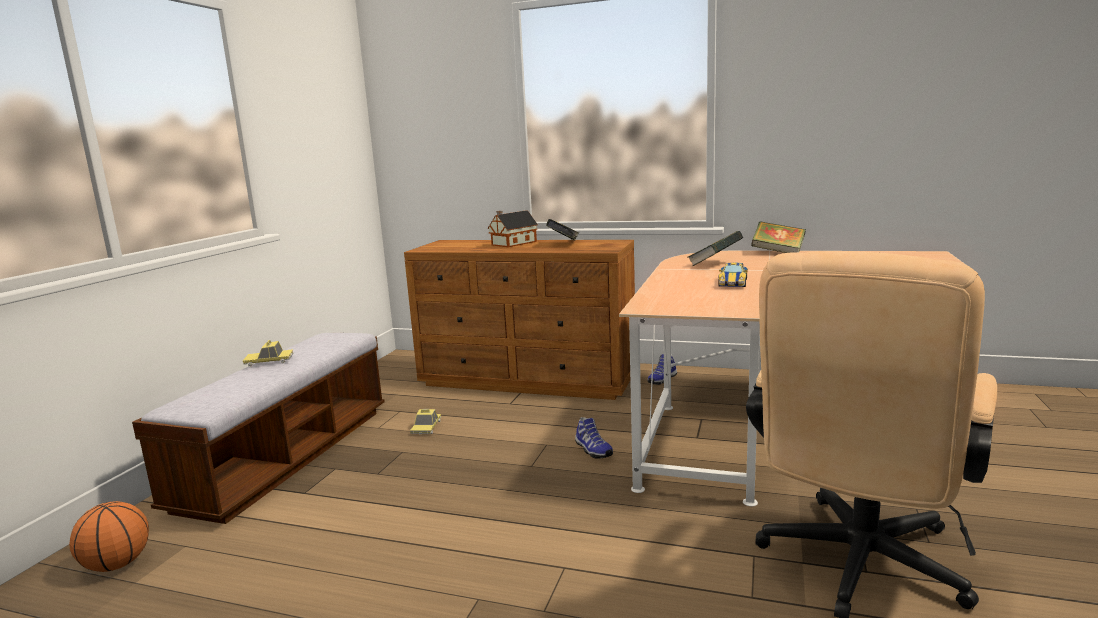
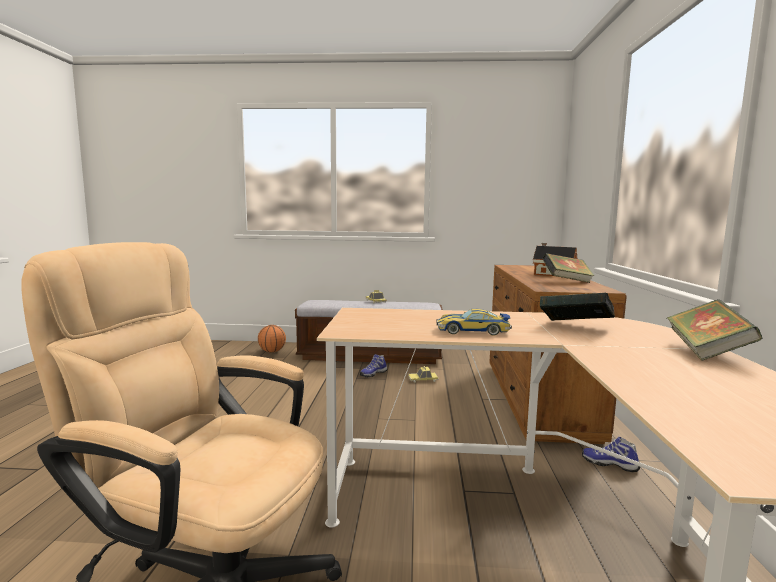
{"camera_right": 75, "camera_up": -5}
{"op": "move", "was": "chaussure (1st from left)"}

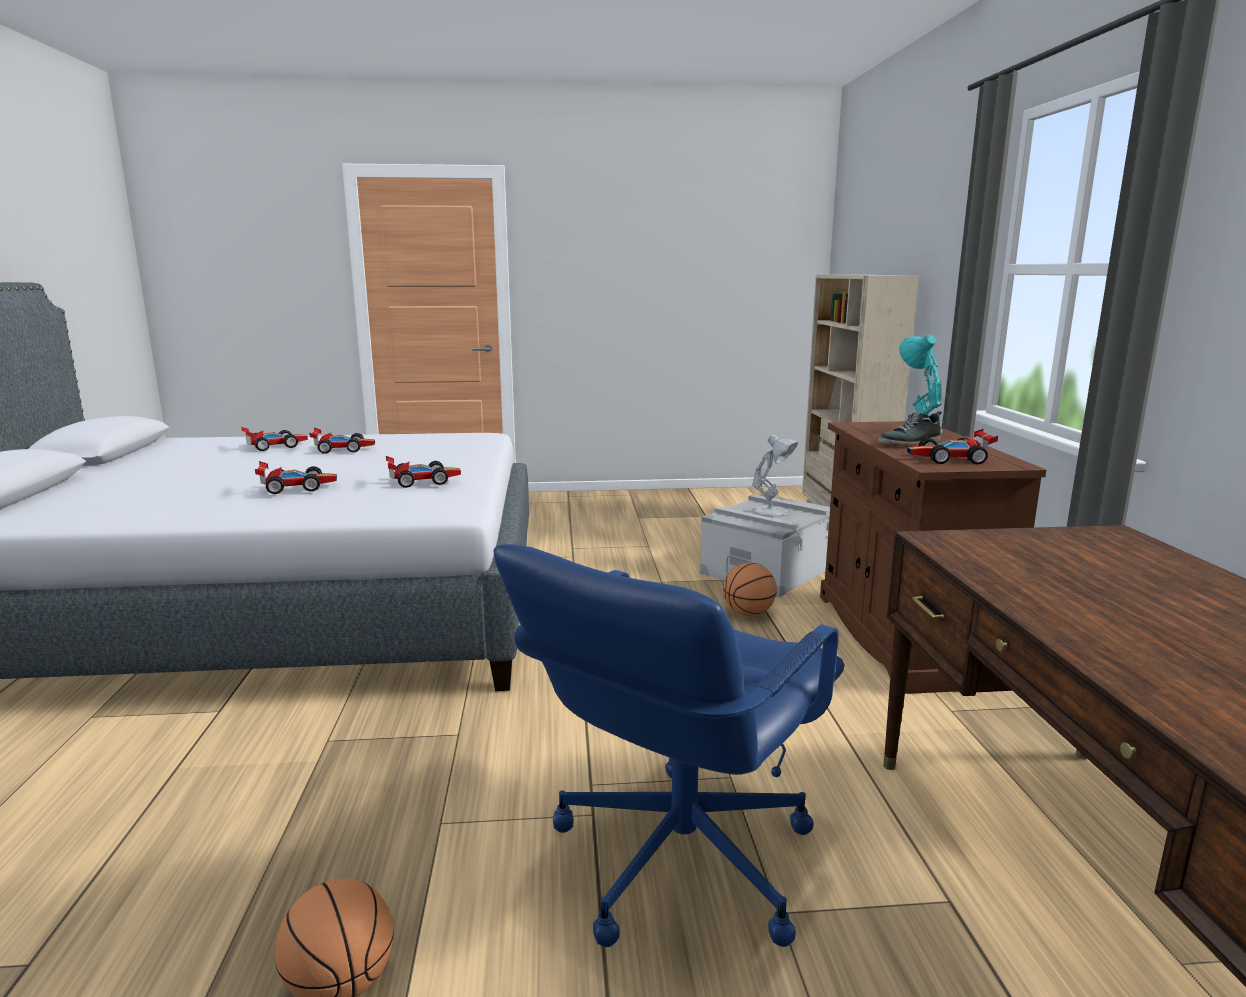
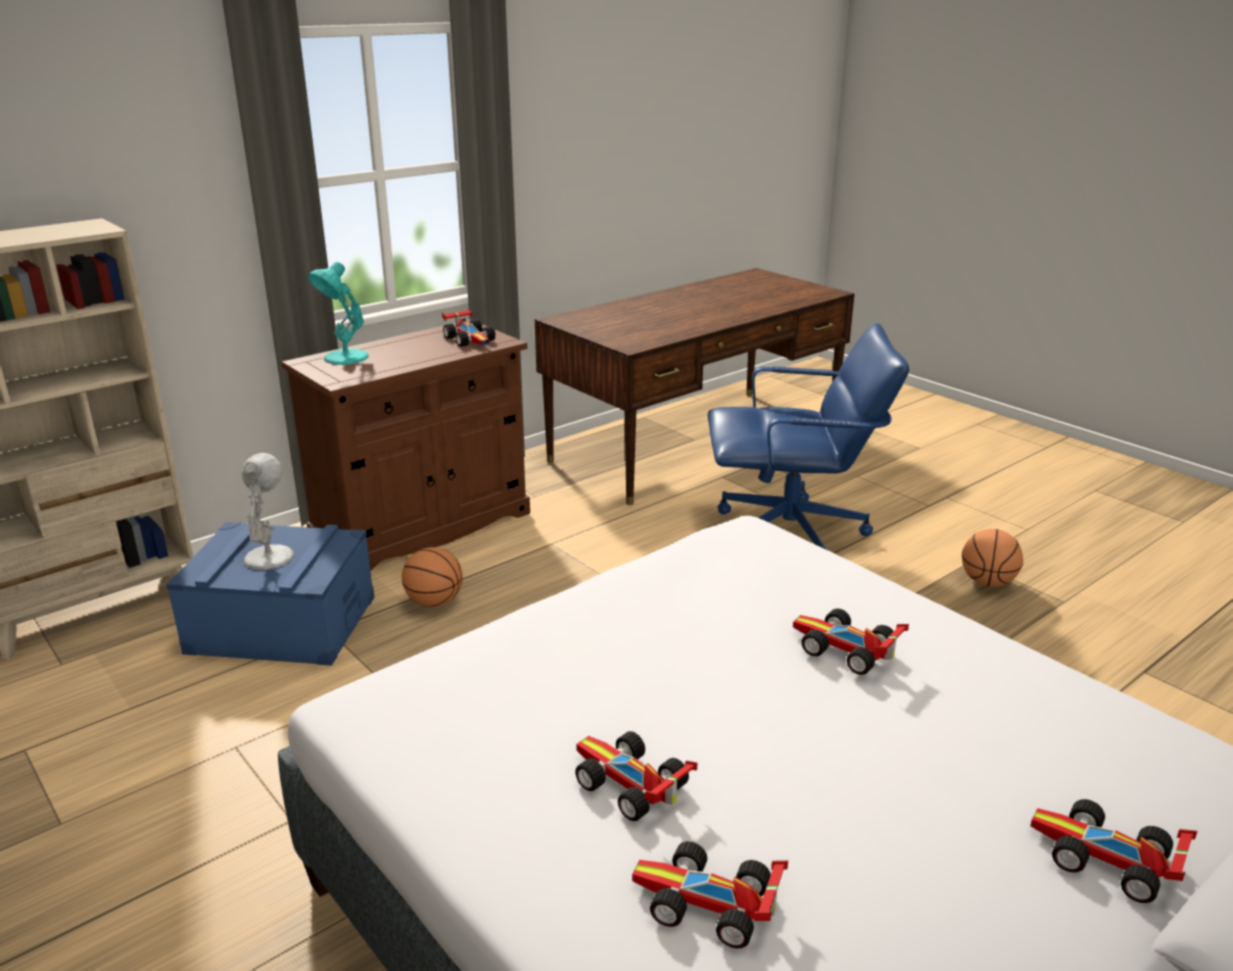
{"camera_right": -125, "camera_up": 10}
{"op": "delete", "was": "chaussure"}
{"op": "move", "was": "petite voiture (4th from left in the first image)", "now": "petite voiture (5th from left)"}
{"op": "recolor", "was": "boîte de rangement/gris", "now": "boîte de rangement/bleu"}

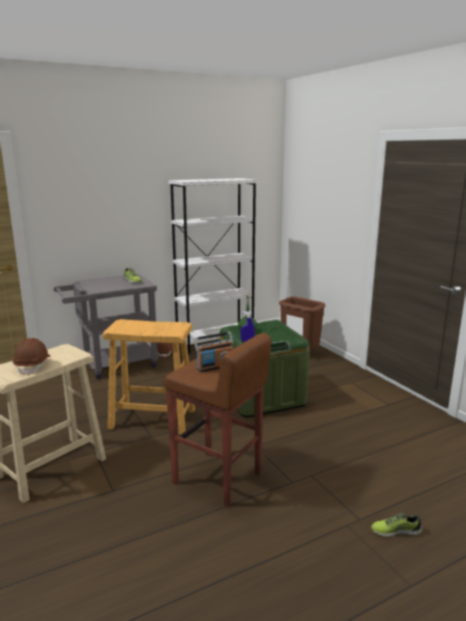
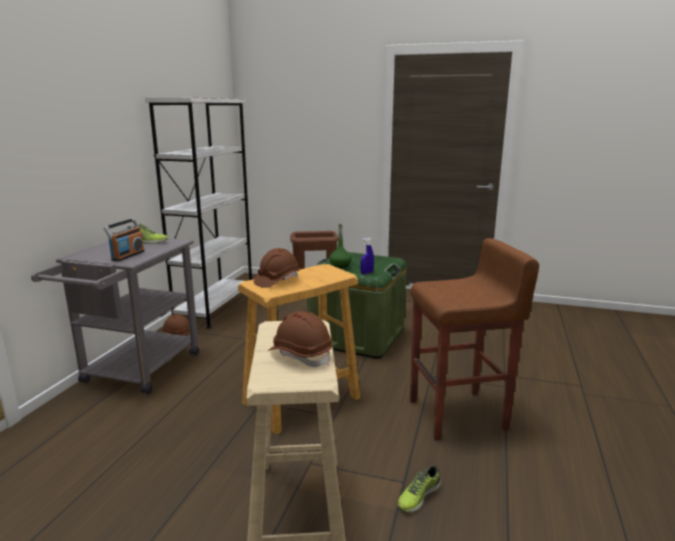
{"camera_right": -45, "camera_up": 0}
{"op": "move", "was": "radio"}
{"op": "move", "was": "chaussure (2nd from left)"}
{"op": "insert", "now": "casque de chantier/marron (2nd from left)"}

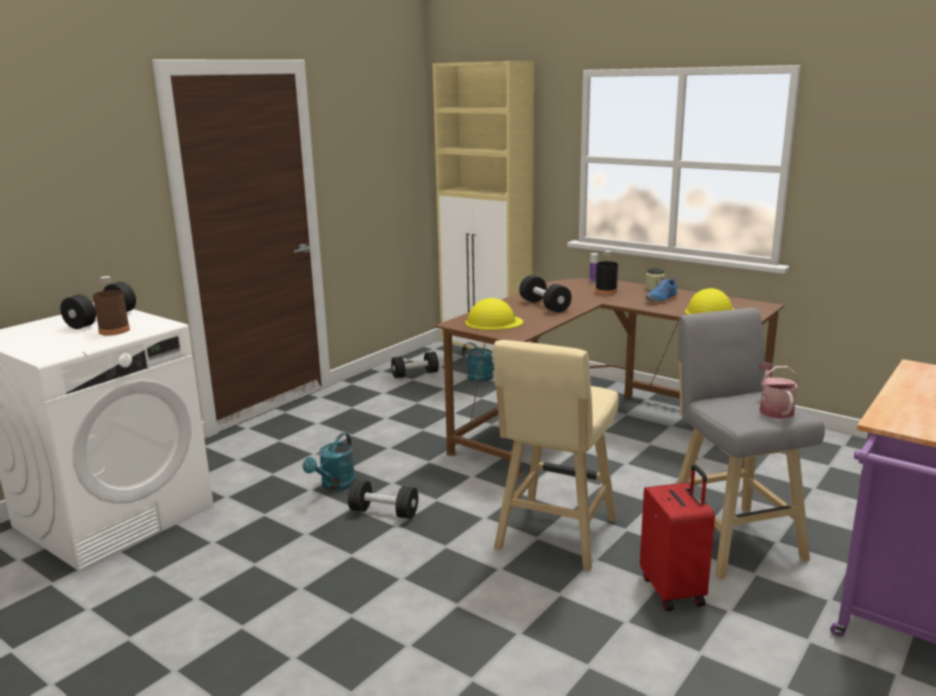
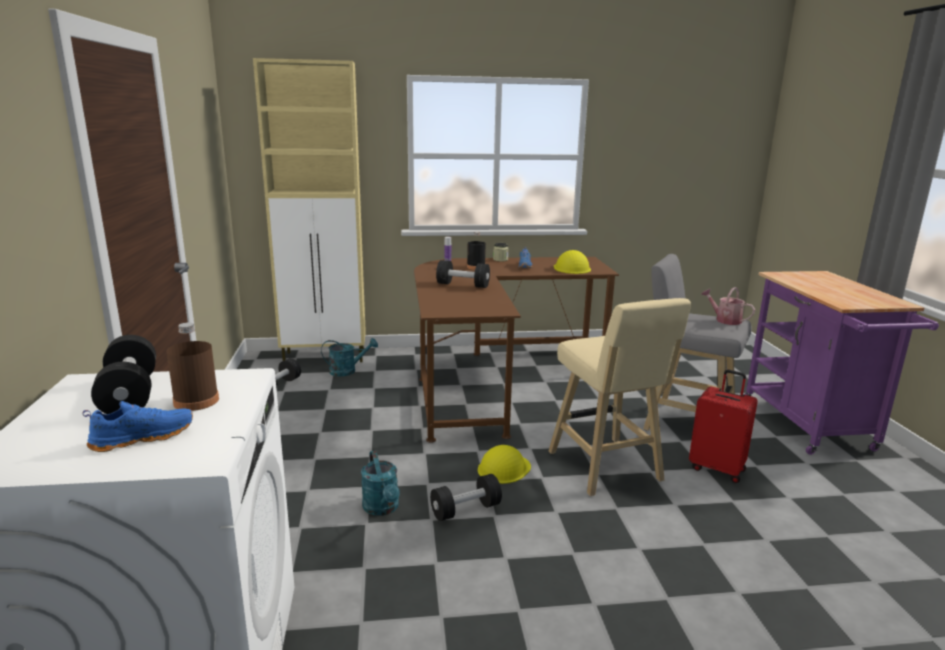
{"camera_right": -45, "camera_up": 0}
{"op": "move", "was": "casque de chantier/jaune (1st from left)"}
{"op": "insert", "now": "chaussure/bleu (1st from left)"}

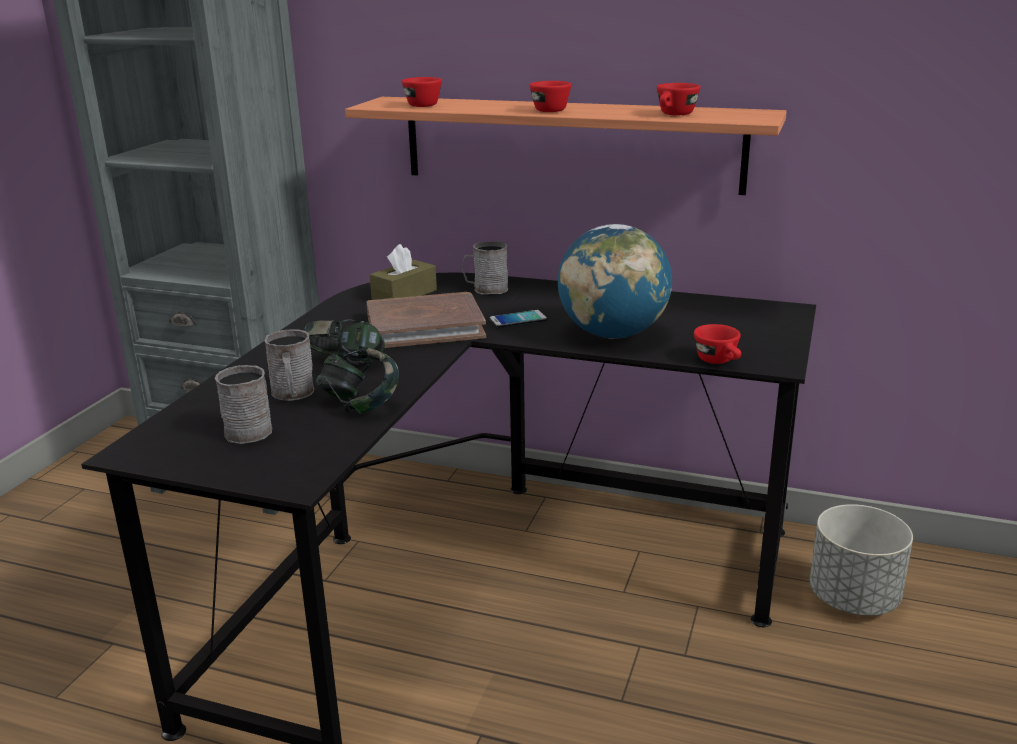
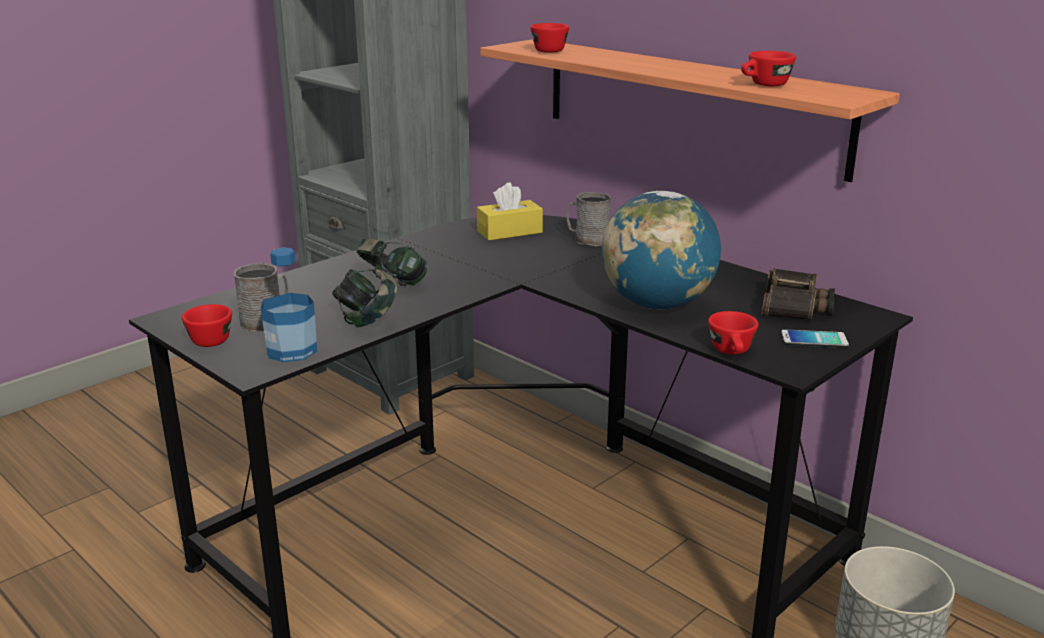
{"camera_right": 25, "camera_up": 0}
{"op": "move", "was": "tasse/rouge (2nd from left in the first image)", "now": "tasse/rouge (1st from left)"}
{"op": "recolor", "was": "boîte à mouchoirs/marron", "now": "boîte à mouchoirs/jaune"}
{"op": "delete", "was": "livre/marron"}
{"op": "move", "was": "téléphone"}
{"op": "delete", "was": "mug/gris (2nd from left)"}
{"op": "insert", "now": "bouteille"}
{"op": "insert", "now": "jumelles"}

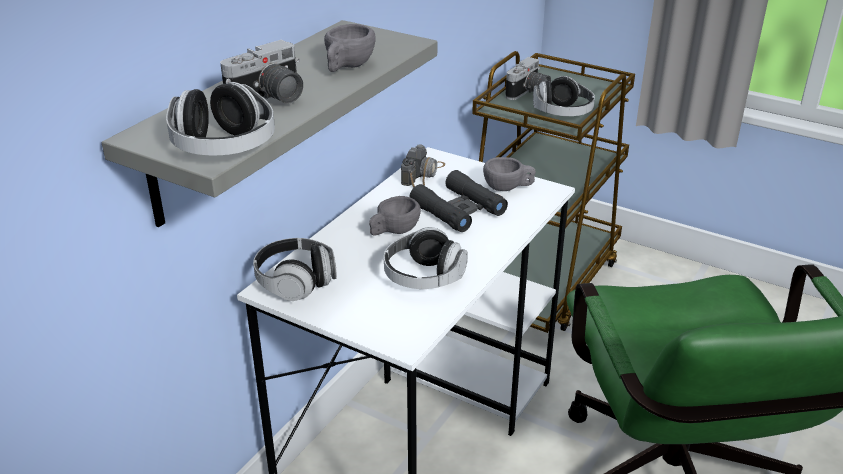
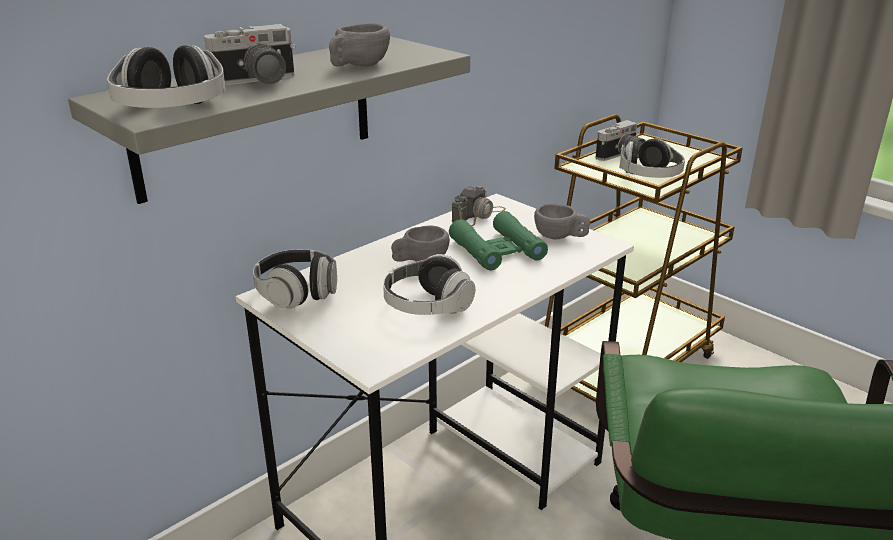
{"camera_right": 15, "camera_up": -5}
{"op": "recolor", "was": "jumelles/noir", "now": "jumelles/vert"}

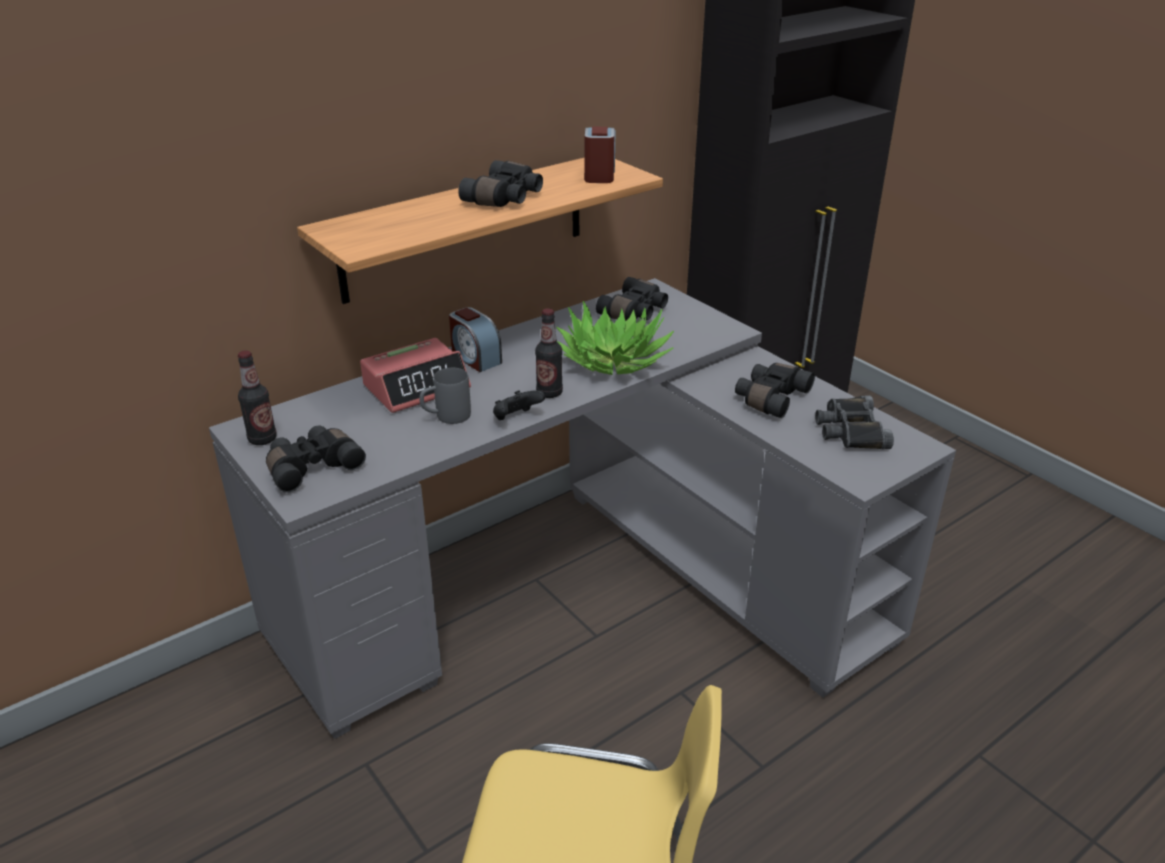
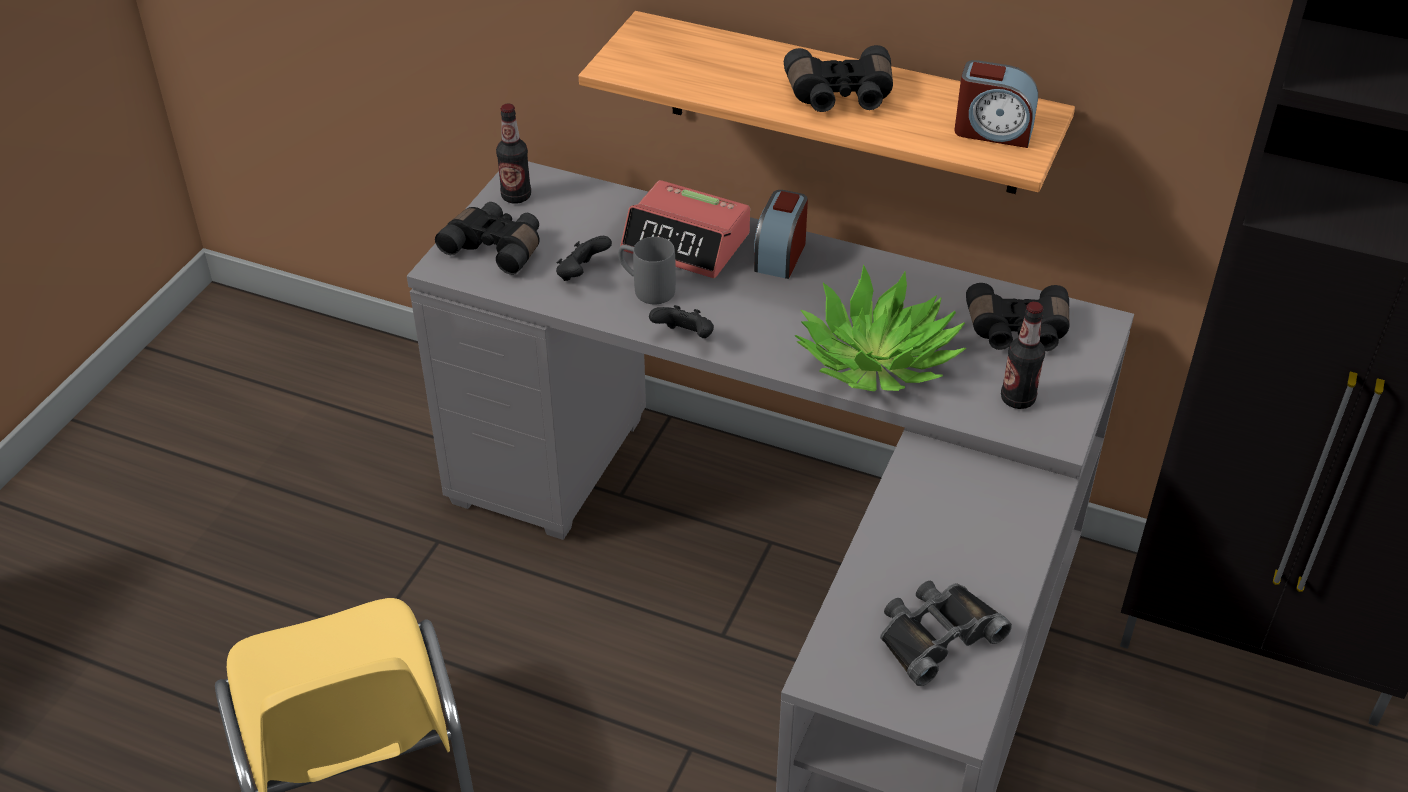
{"camera_right": 60, "camera_up": 10}
{"op": "rotate", "was": "réveil (3rd from left)", "clockwise": 45}
{"op": "move", "was": "bouteille (2nd from left)"}
{"op": "delete", "was": "jumelles/noir (4th from left)"}
{"op": "insert", "now": "manette/noir (1st from left)"}

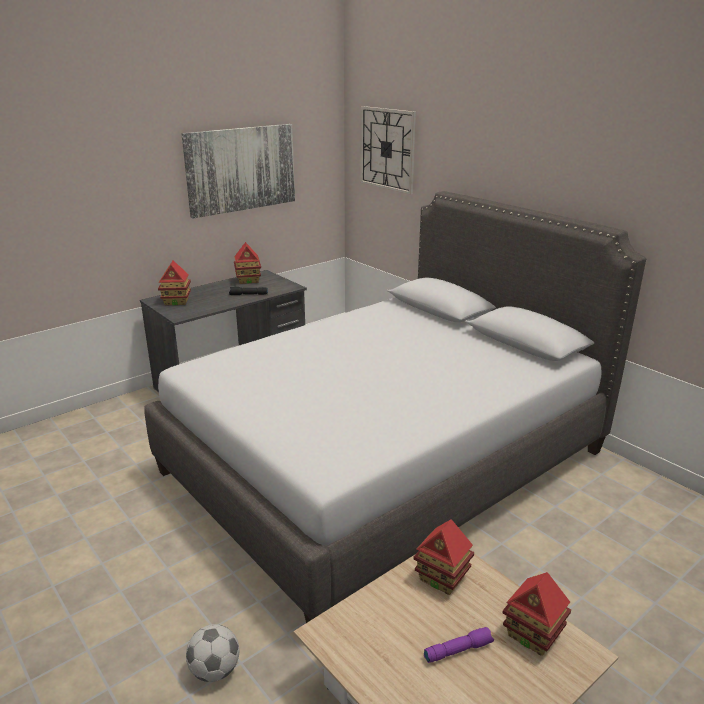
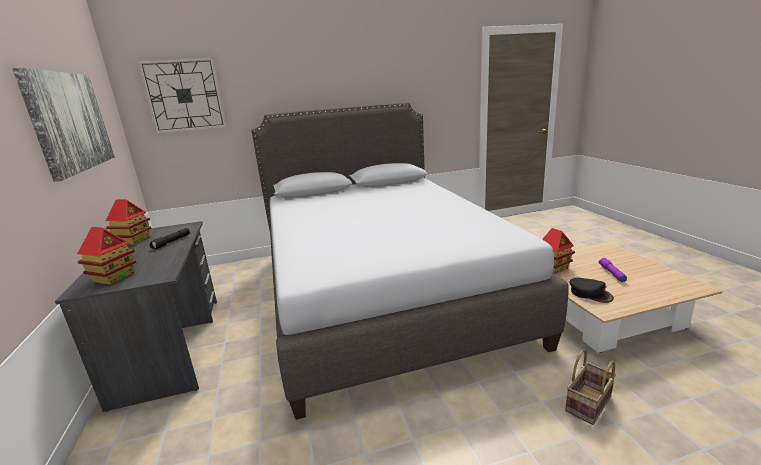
{"camera_right": -65, "camera_up": -5}
{"op": "delete", "was": "maison miniature (4th from left)"}
{"op": "replace", "was": "ballon de foot", "now": "panier"}
{"op": "insert", "now": "casquette/noir"}

